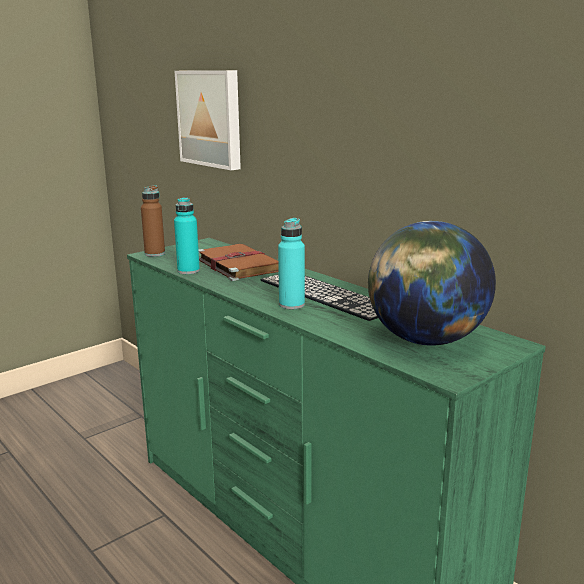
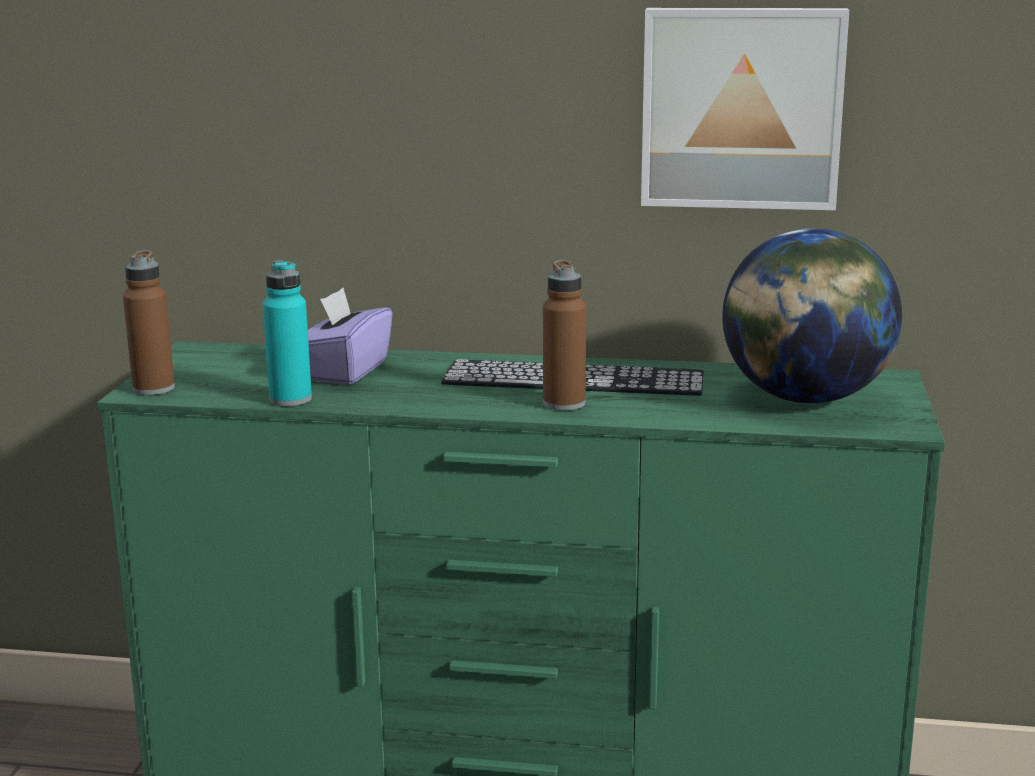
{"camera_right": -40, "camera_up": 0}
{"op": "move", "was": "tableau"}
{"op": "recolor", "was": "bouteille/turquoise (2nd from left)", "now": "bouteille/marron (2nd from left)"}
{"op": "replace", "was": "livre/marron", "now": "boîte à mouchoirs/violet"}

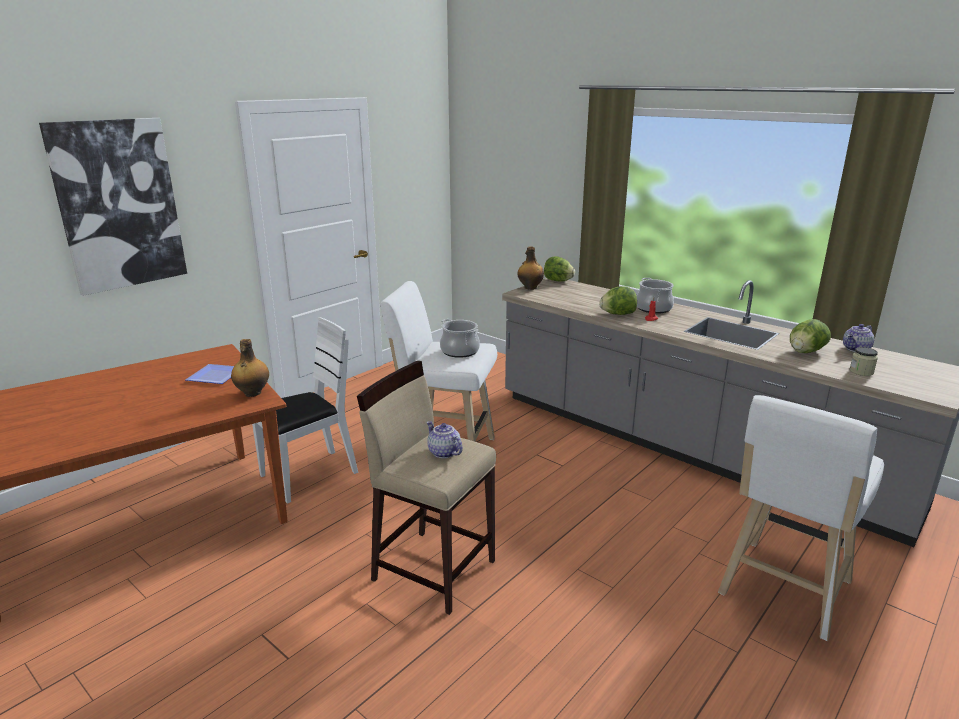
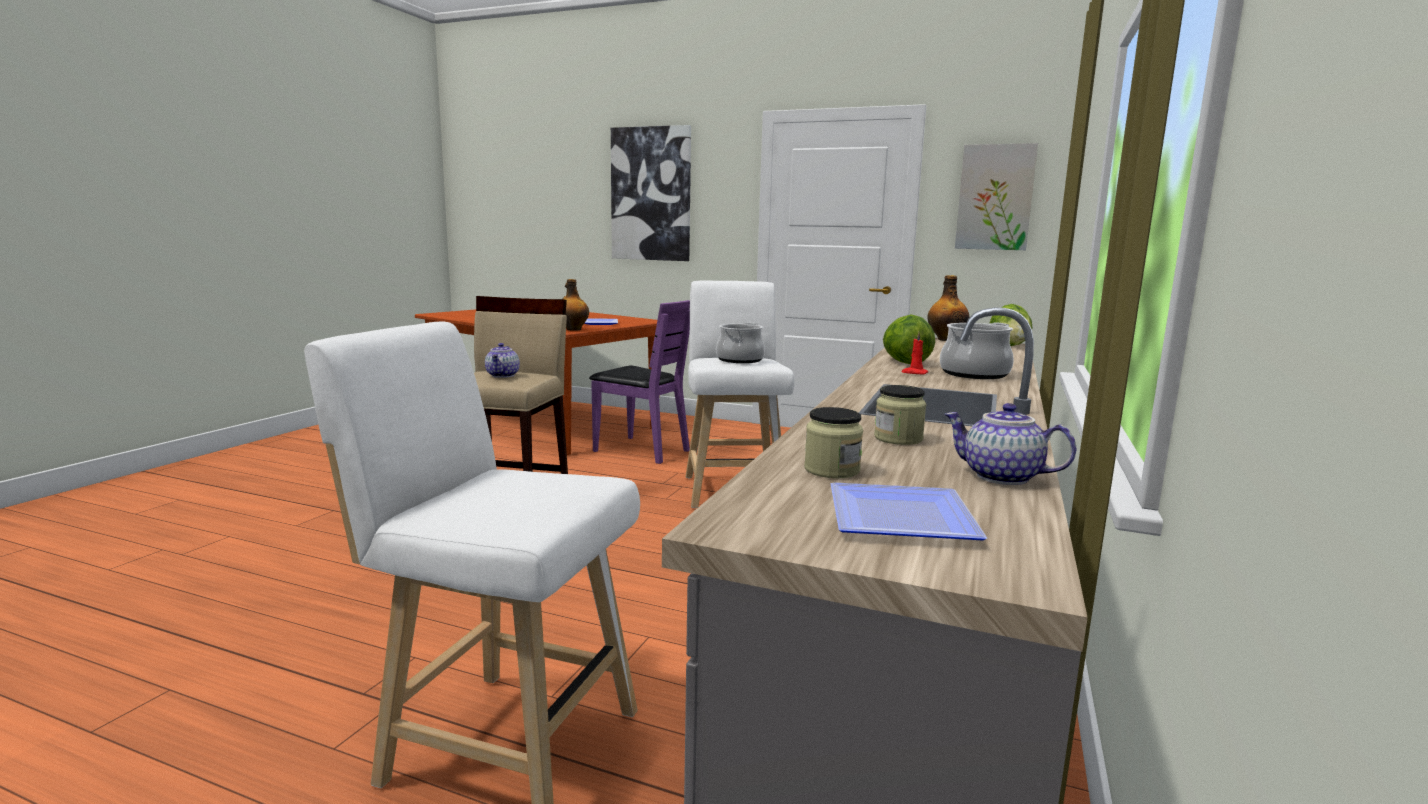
{"camera_right": 70, "camera_up": -10}
{"op": "recolor", "was": "chaise/blanc", "now": "chaise/violet"}
{"op": "replace", "was": "laitue (3rd from left)", "now": "bocal (2nd from left)"}
{"op": "rotate", "was": "théière (1st from left)", "clockwise": 150}
{"op": "insert", "now": "tableau (2nd from left)"}
{"op": "insert", "now": "assiette (2nd from left)"}

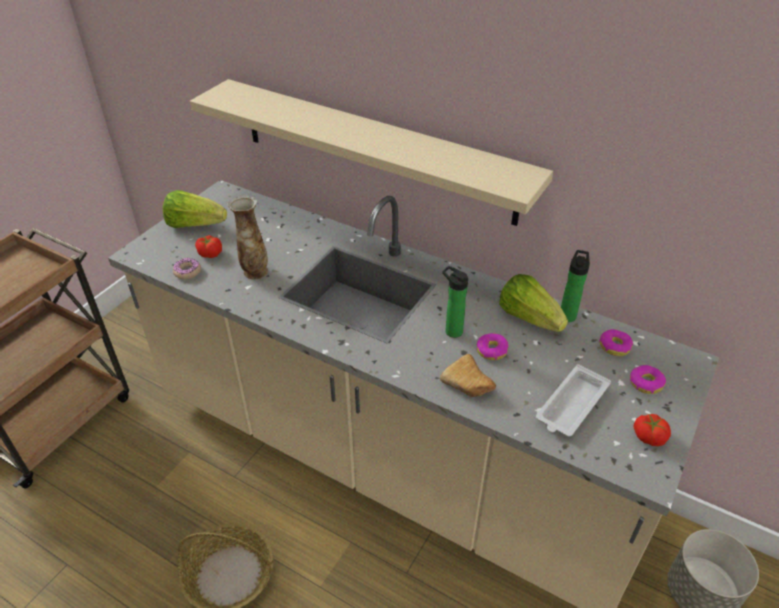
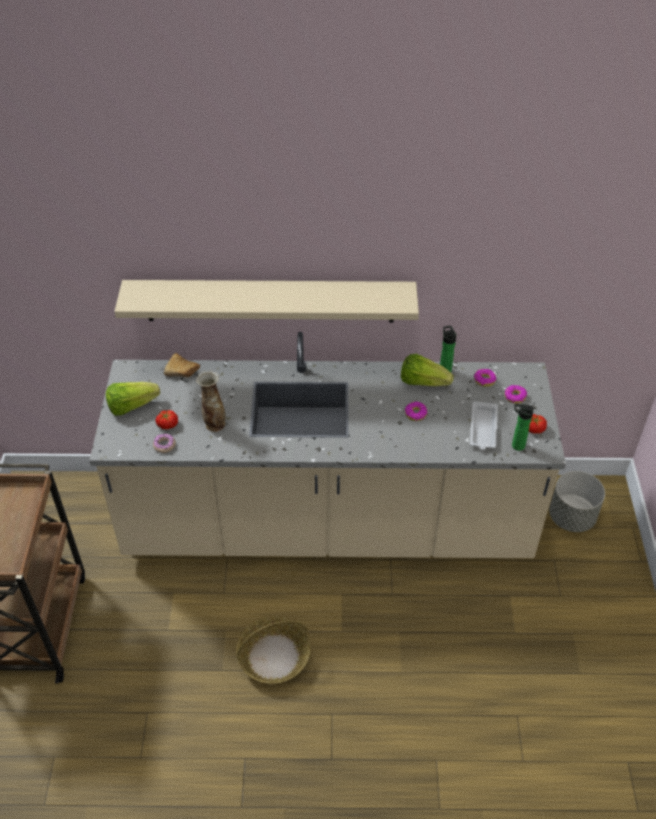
{"camera_right": -30, "camera_up": 5}
{"op": "move", "was": "bouteille (1st from left in the first image)", "now": "bouteille (2nd from left)"}
{"op": "move", "was": "pain"}

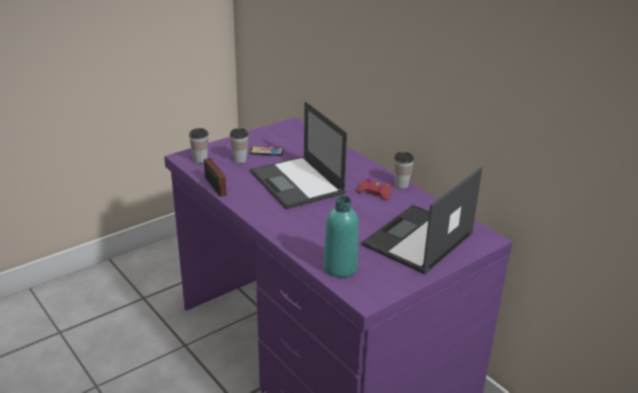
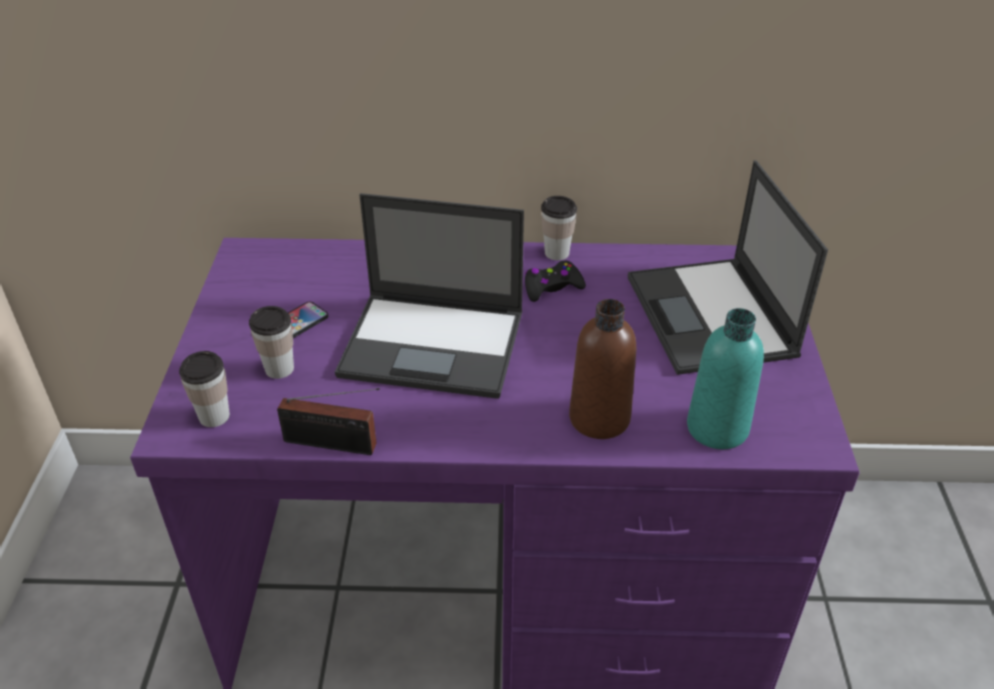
{"camera_right": -50, "camera_up": 10}
{"op": "recolor", "was": "manette/rouge", "now": "manette/noir"}
{"op": "insert", "now": "bouteille/marron"}

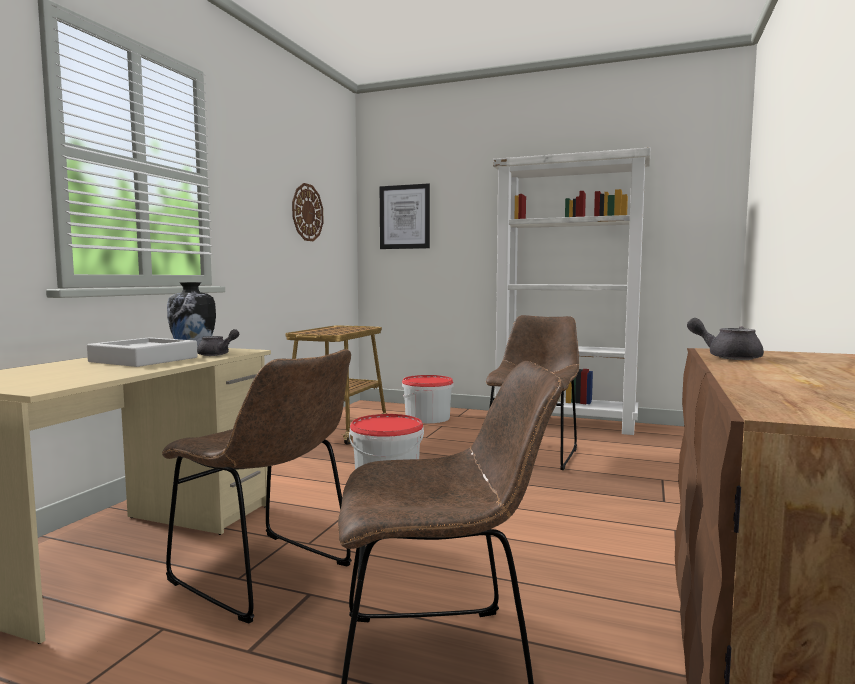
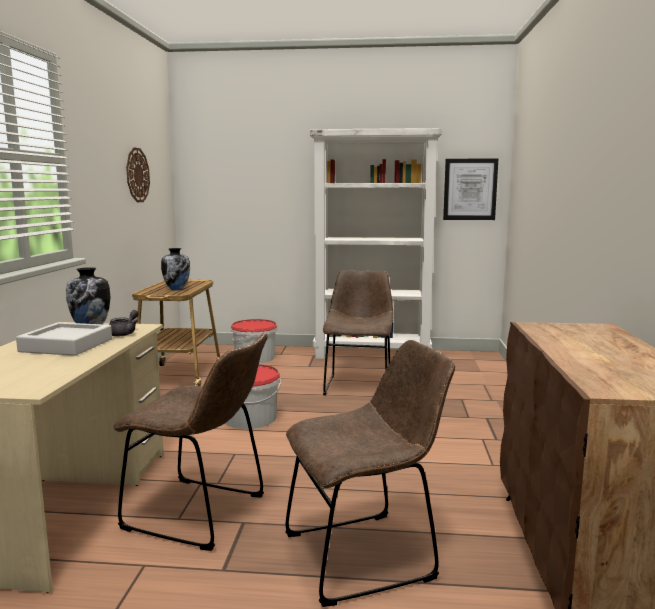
{"camera_right": -15, "camera_up": 5}
{"op": "move", "was": "tableau"}
{"op": "delete", "was": "théière/gris (2nd from left)"}
{"op": "insert", "now": "vase (2nd from left)"}

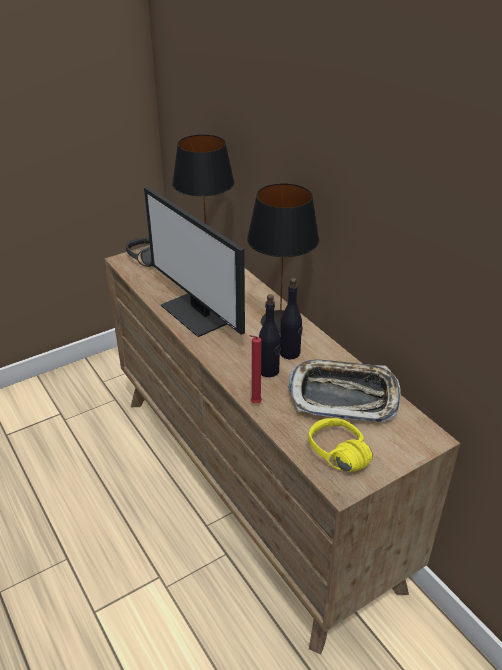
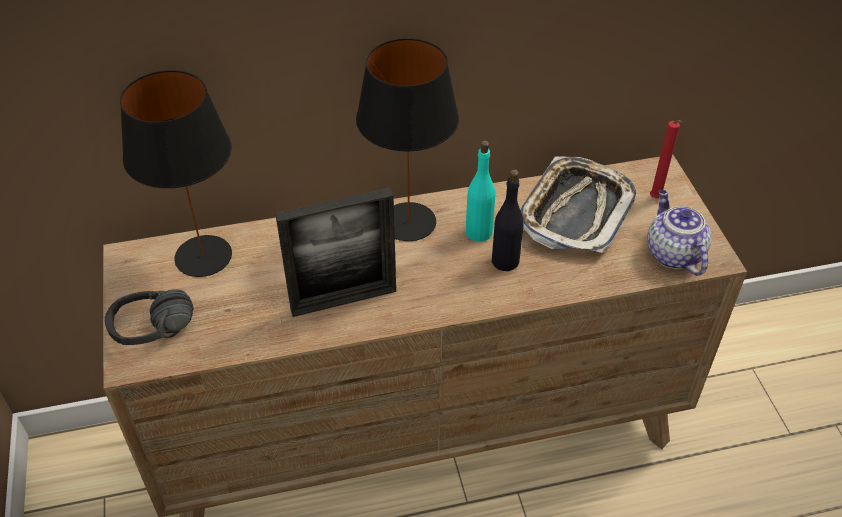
{"camera_right": -70, "camera_up": 10}
{"op": "replace", "was": "écran d'ordinateur", "now": "cadre photo"}
{"op": "recolor", "was": "bouteille/noir (2nd from left)", "now": "bouteille/turquoise"}
{"op": "move", "was": "bougie/rouge"}
{"op": "replace", "was": "casque audio/jaune", "now": "théière"}

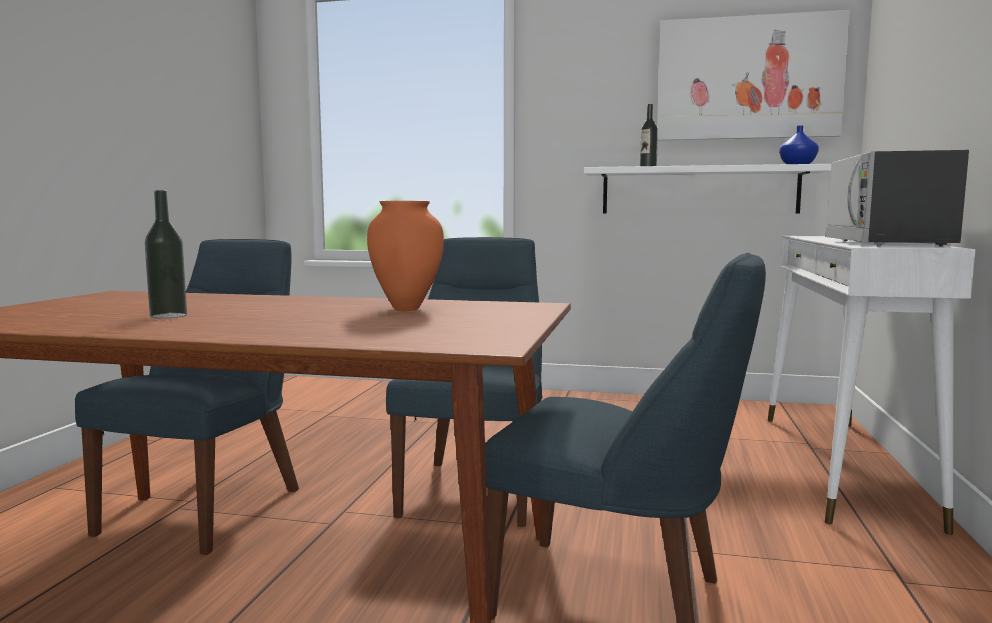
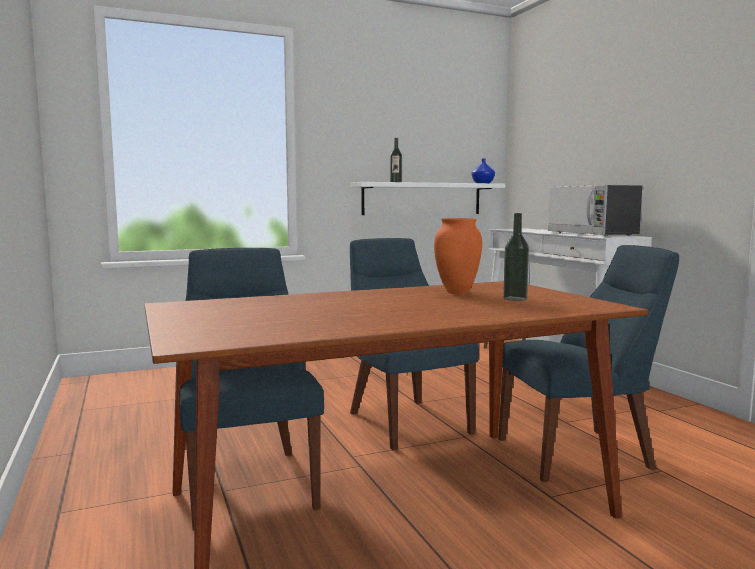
{"camera_right": -35, "camera_up": 0}
{"op": "delete", "was": "tableau"}
{"op": "move", "was": "bouteille (1st from left in the first image)", "now": "bouteille (2nd from left)"}

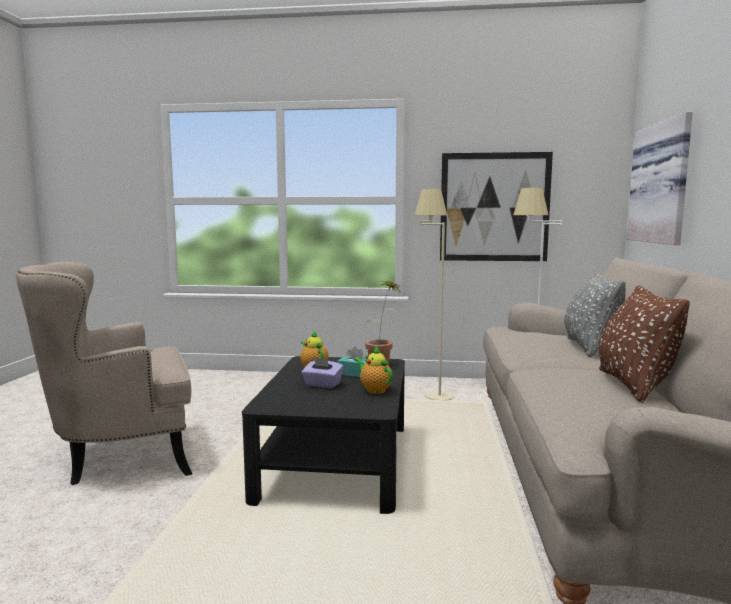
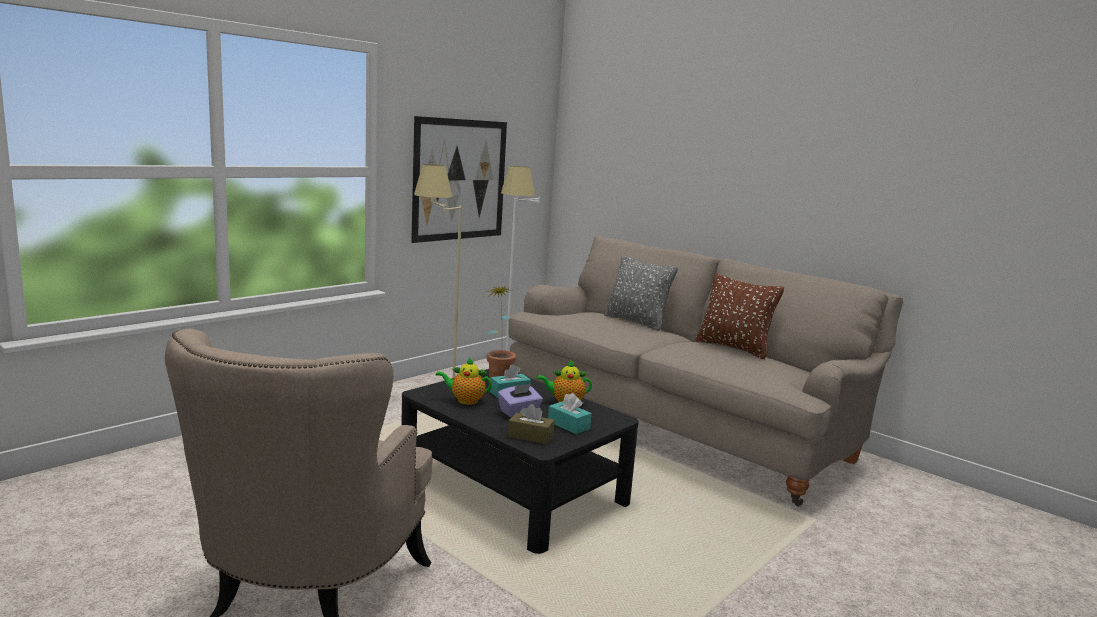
{"camera_right": -55, "camera_up": 5}
{"op": "delete", "was": "tableau (2nd from left)"}
{"op": "insert", "now": "boîte à mouchoirs/turquoise (2nd from left)"}
{"op": "insert", "now": "boîte à mouchoirs/marron"}

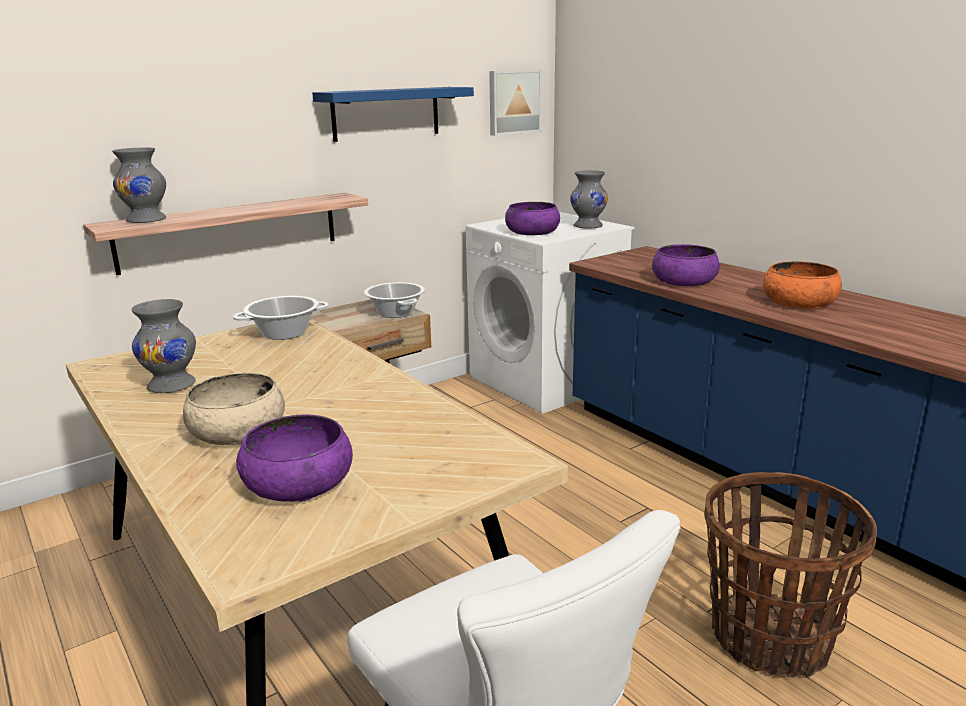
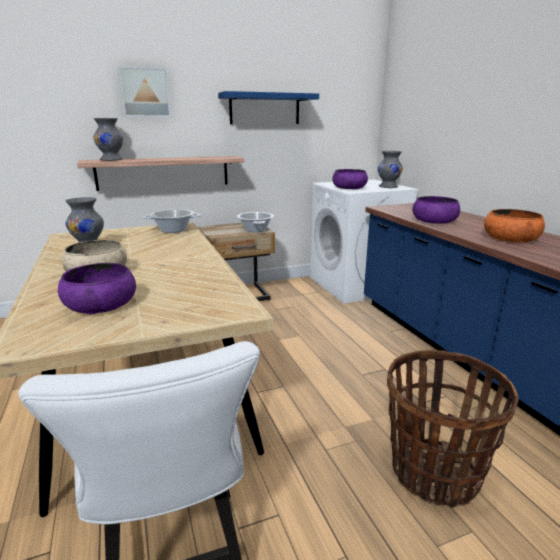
{"camera_right": 15, "camera_up": 0}
{"op": "move", "was": "tableau"}

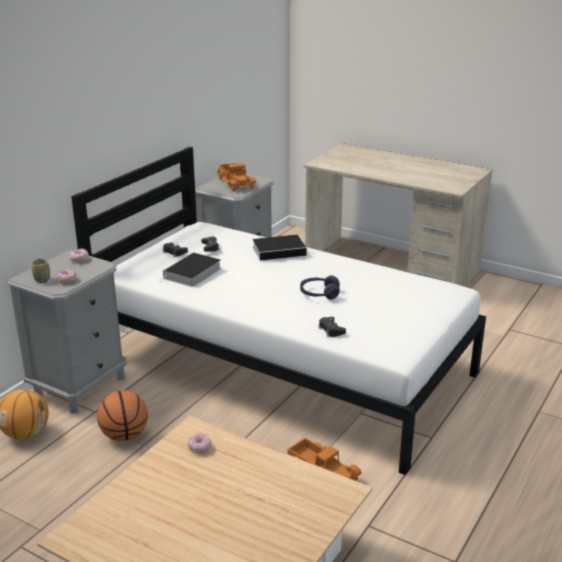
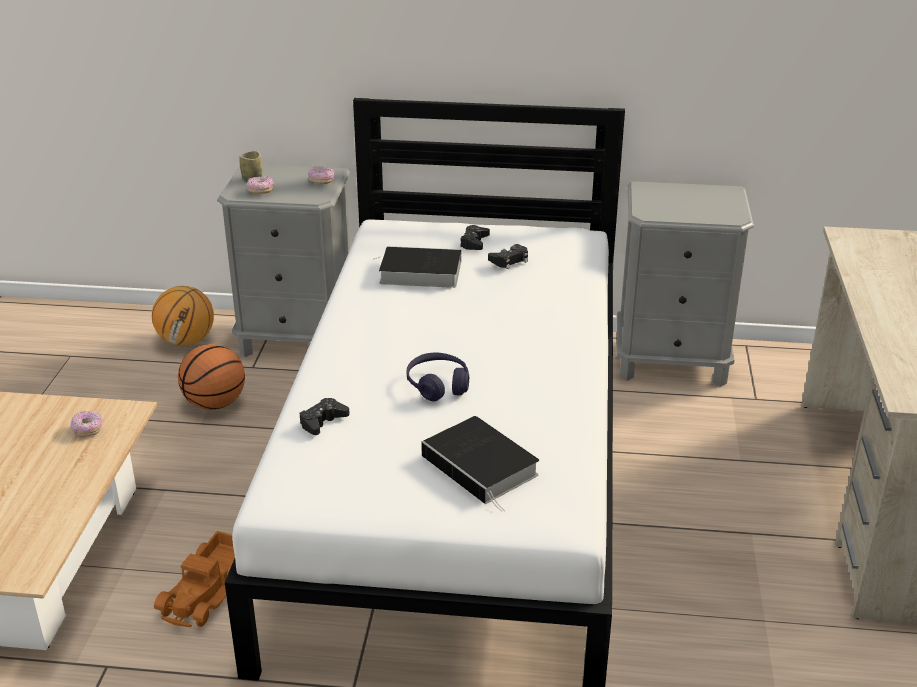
{"camera_right": 65, "camera_up": 5}
{"op": "delete", "was": "camion jouet (1st from left)"}
{"op": "move", "was": "livre (2nd from left)"}

